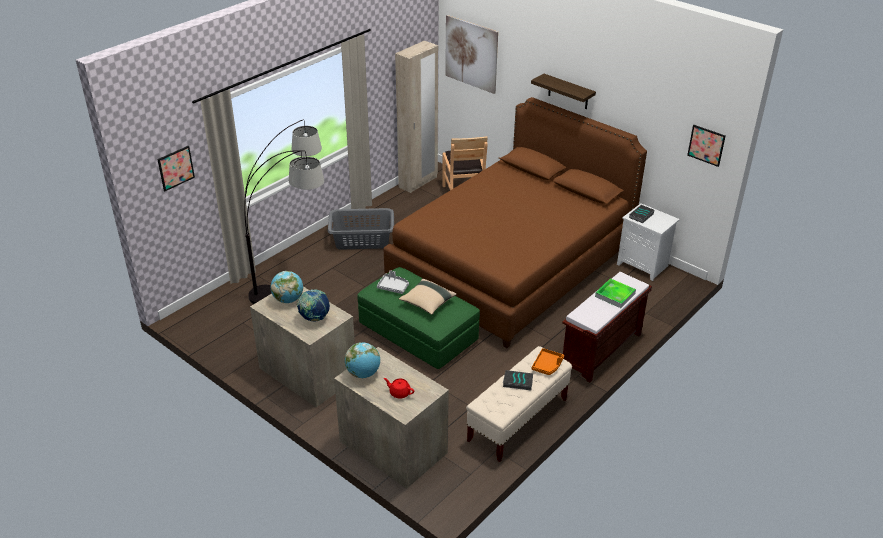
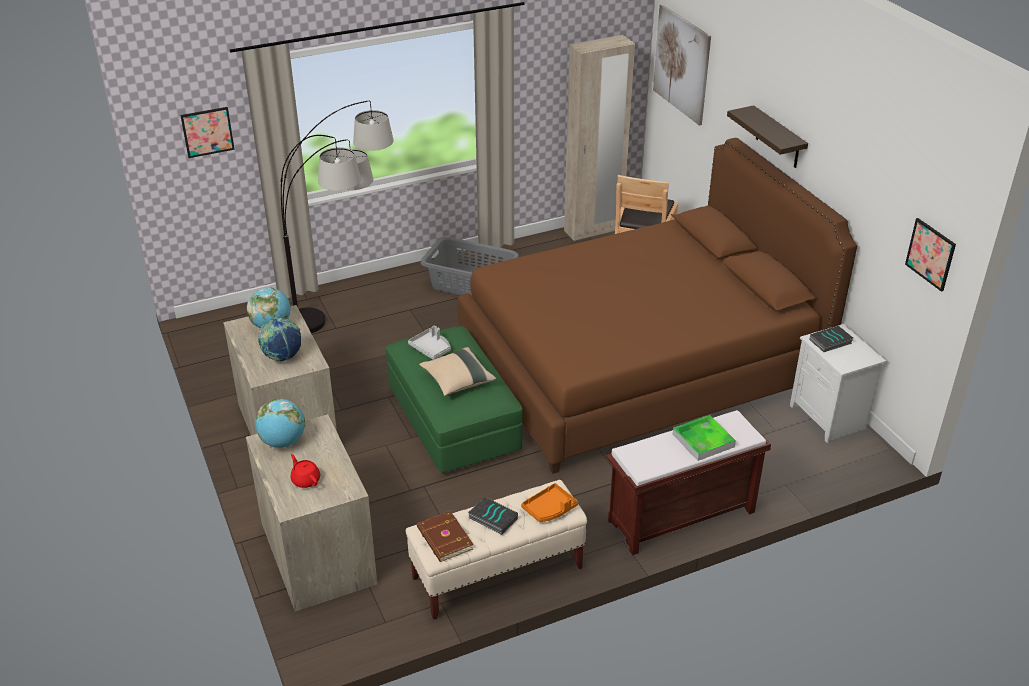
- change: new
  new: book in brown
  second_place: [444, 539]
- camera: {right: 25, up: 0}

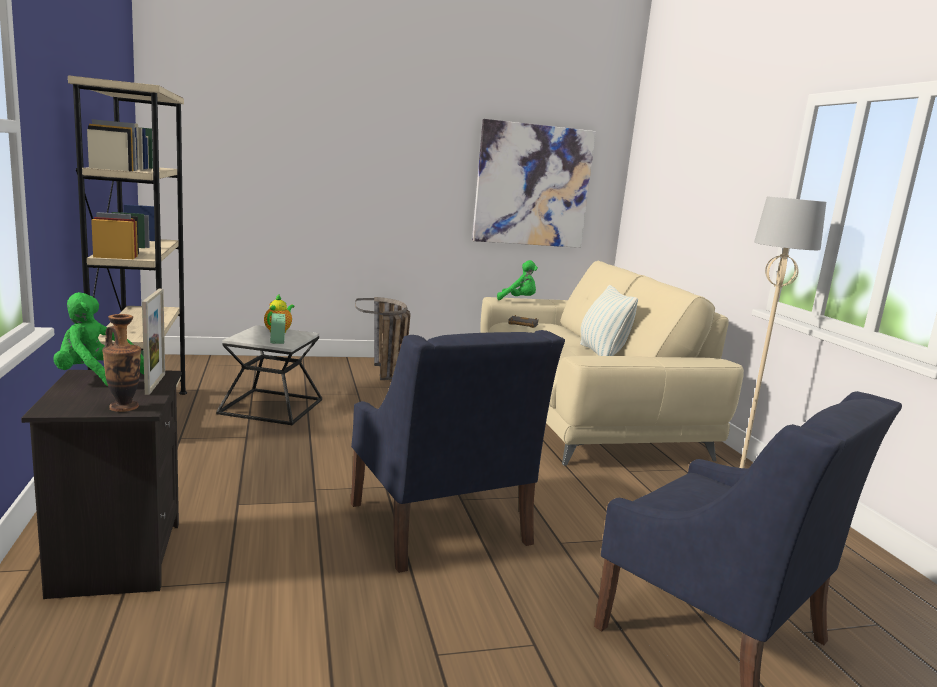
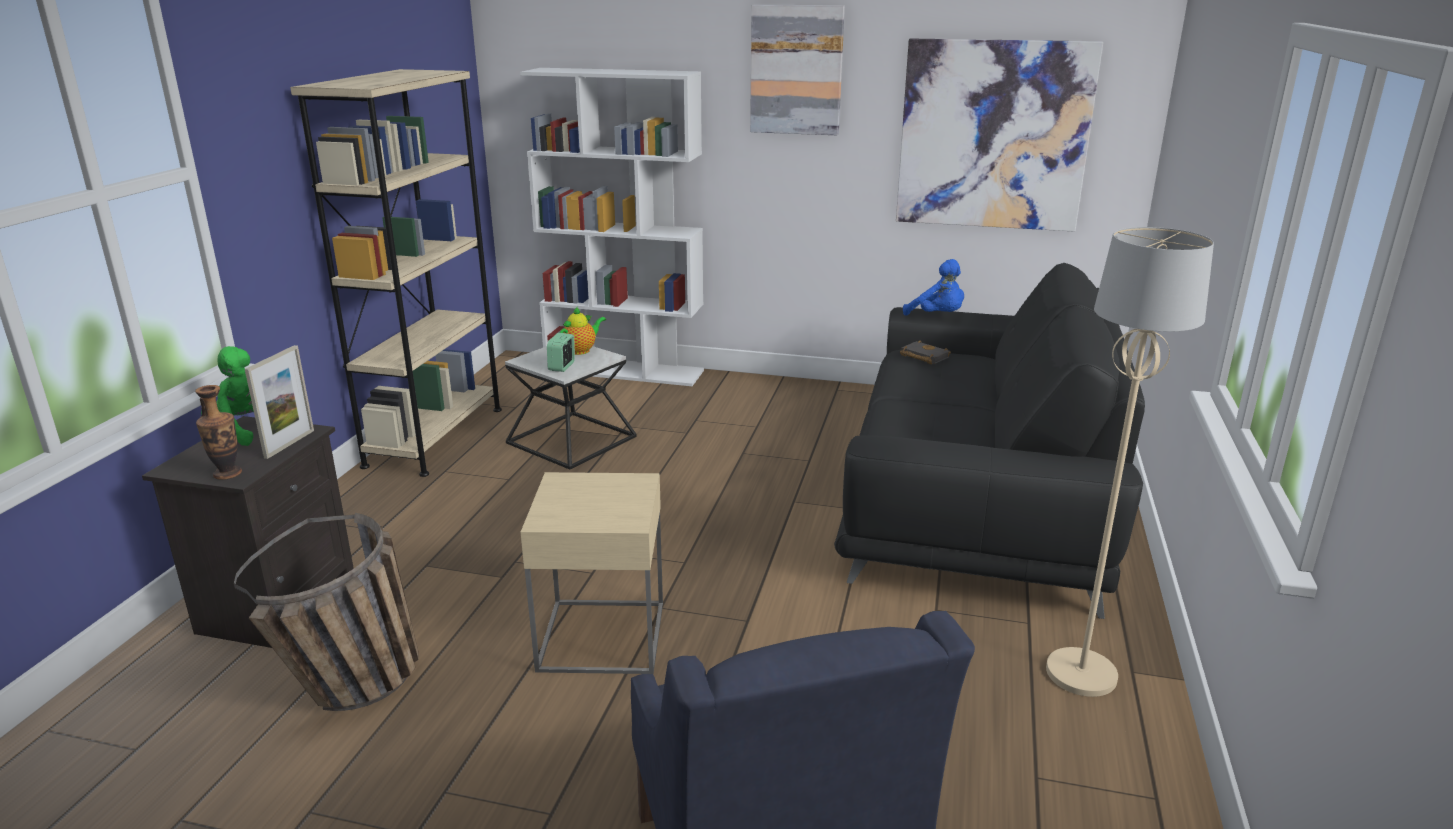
- change: gone
  old: pillow
  first_place: [601, 354]
- change: new
  new: bookcase in white
  second_place: [625, 370]
- change: new
  new: picture
  second_place: [796, 70]
- change: shifted
  old: basket
  first_place: [386, 376]
  second_place: [357, 693]
- change: swapped
  old: armchair in blue
  new: side table in beige
  first_place: [439, 524]
  second_place: [602, 636]
- change: repainted
  old: sofa in beige
  new: sofa in black
  first_place: [581, 410]
  second_place: [975, 496]
- change: repainted
  old: plush toy in green
  new: plush toy in blue
  first_place: [518, 300]
  second_place: [937, 316]
- camera: {right: 30, up: 10}

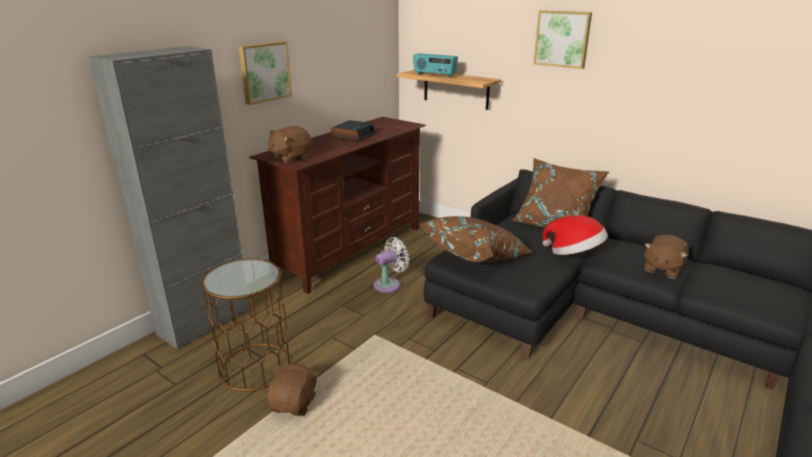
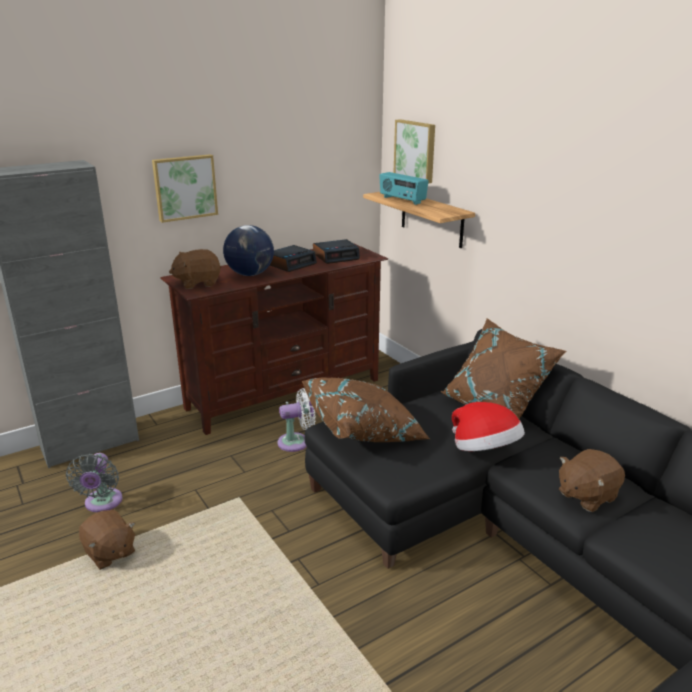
- change: new
  new: globe
  second_place: [250, 274]
- change: new
  new: alarm clock
  second_place: [336, 256]
- change: shifted
  old: picture
  first_place: [562, 39]
  second_place: [416, 150]
- change: swapped
  old: side table in brown
  new: fan in grey
  first_place: [255, 366]
  second_place: [102, 503]
- change: rotated
  old: plush toy in brown
  first_place: [294, 404]
  second_place: [109, 553]
  degrees: 105
- camera: {right: 20, up: 0}

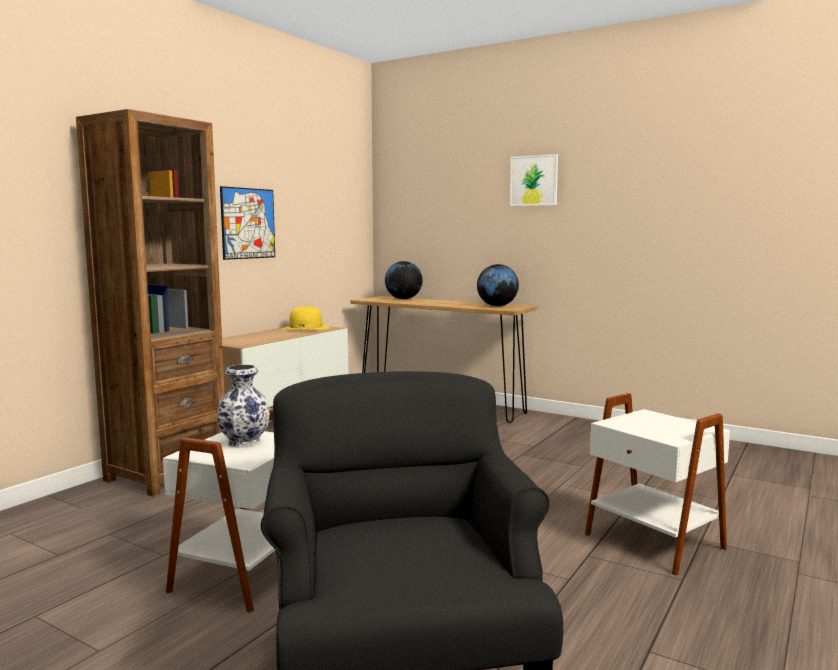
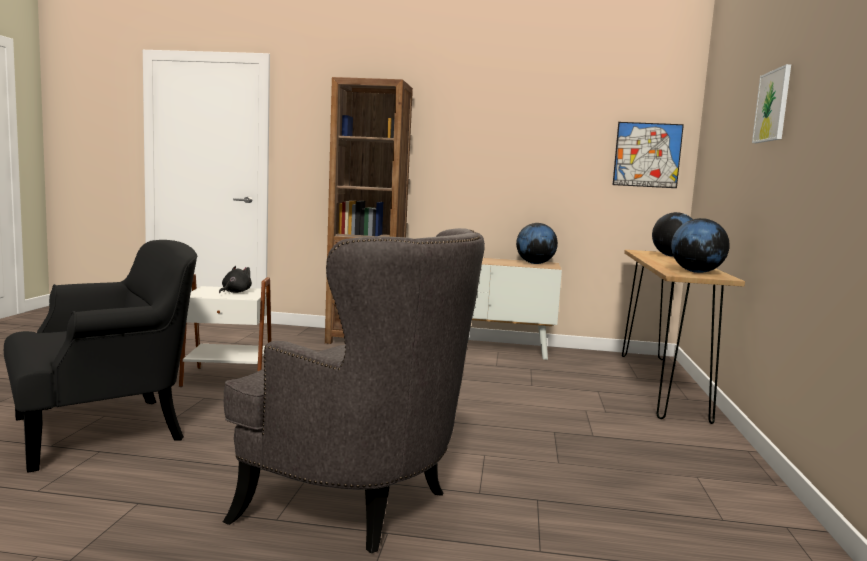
- change: shifted
  old: picture
  first_place: [248, 223]
  second_place: [647, 155]
- change: swapped
  old: vase
  new: plush toy in black
  first_place: [243, 442]
  second_place: [235, 292]
- change: swapped
  old: hat in yellow
  new: globe
  first_place: [306, 328]
  second_place: [535, 263]
- change: swapped
  old: side table in white
  new: armchair in grey
  first_place: [652, 542]
  second_place: [360, 504]
- camera: {right: 65, up: 0}

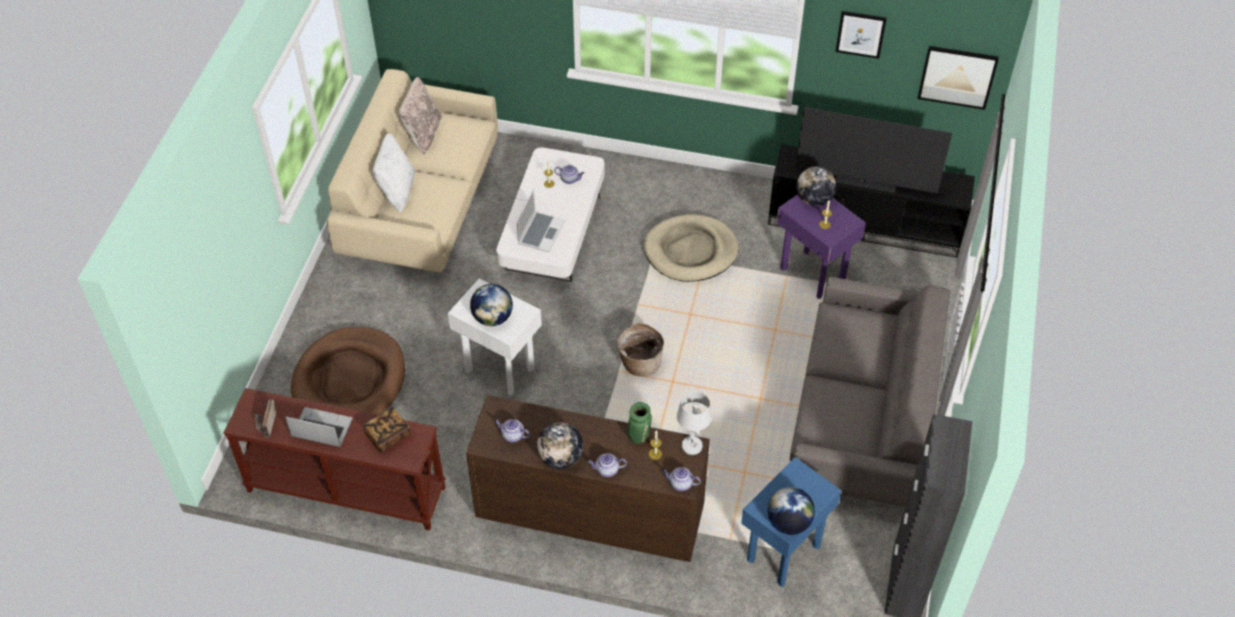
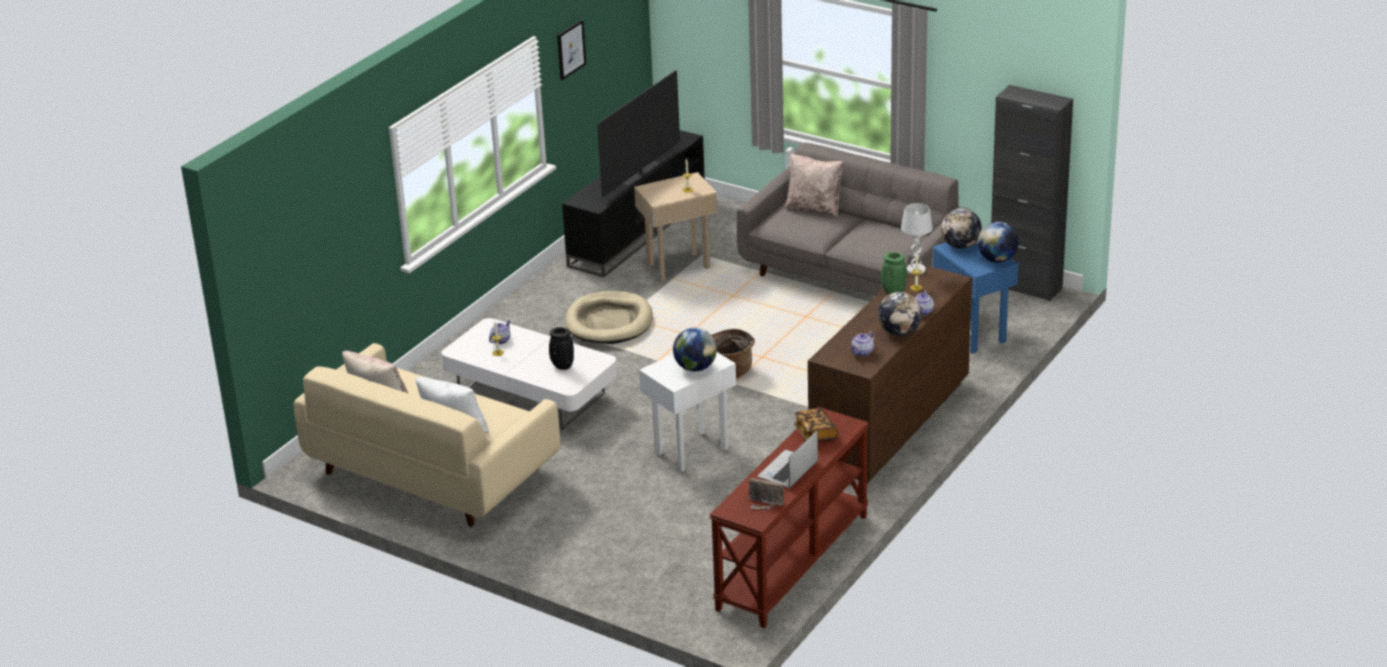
- change: gone
  old: dog bed in brown
  first_place: [350, 380]
- change: gone
  old: teapot
  first_place: [680, 484]
- change: gone
  old: picture
  first_place: [957, 77]
- change: new
  new: pillow in beige
  second_place: [814, 208]
- change: shifted
  old: globe
  first_place: [814, 199]
  second_place: [961, 246]
- change: swapped
  old: laptop
  new: vase in black
  first_place: [541, 232]
  second_place: [561, 366]
- change: repainted
  old: side table in purple
  new: side table in beige
  first_place: [812, 274]
  second_place: [679, 266]
- camera: {right: -70, up: -20}

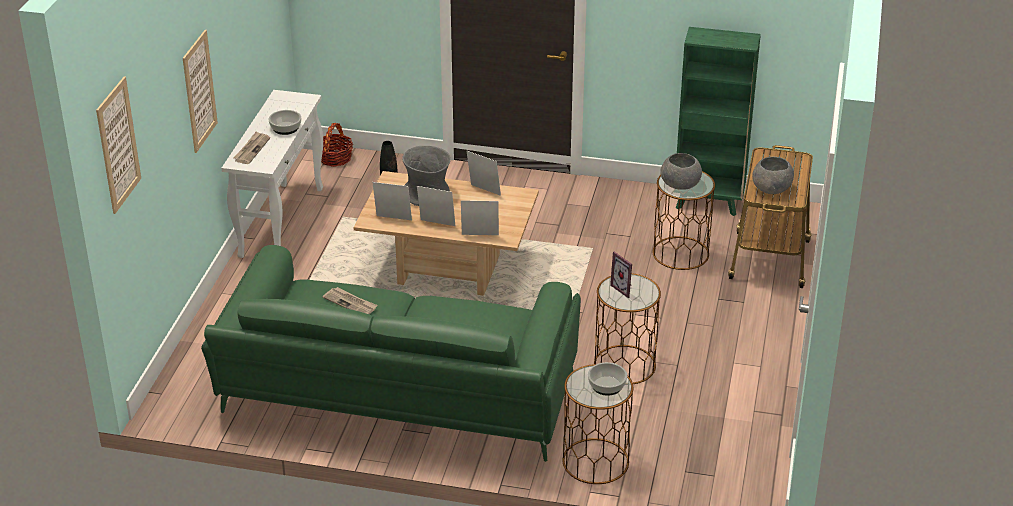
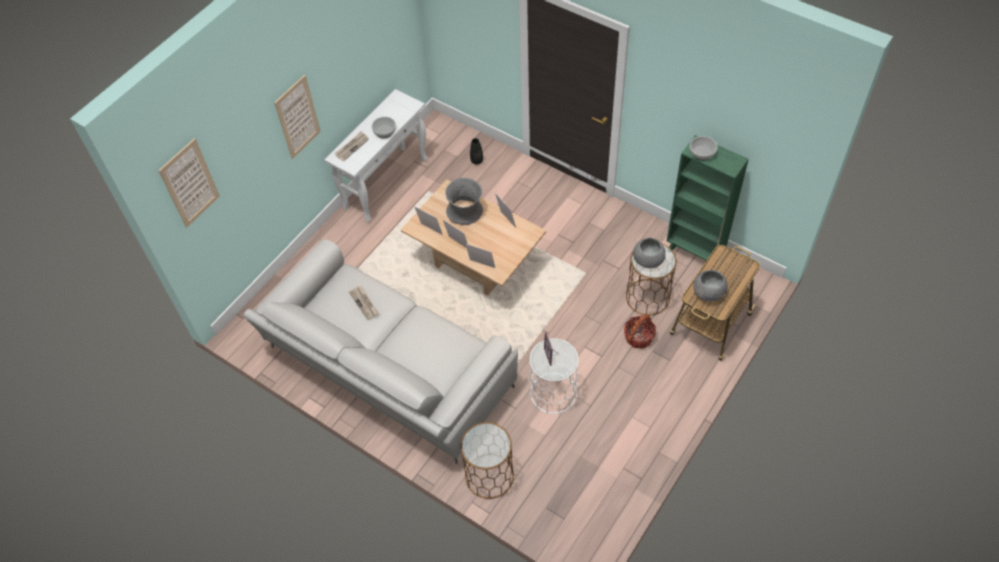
- change: shifted
  old: basket
  first_place: [335, 158]
  second_place: [638, 337]
- change: shifted
  old: bowl
  first_place: [607, 385]
  second_place: [702, 152]
- change: repainted
  old: sofa in green
  new: sofa in grey
  first_place: [396, 395]
  second_place: [387, 370]
- change: repainted
  old: side table in brown
  new: side table in white
  first_place: [625, 365]
  second_place: [553, 393]
- camera: {right: 25, up: 20}

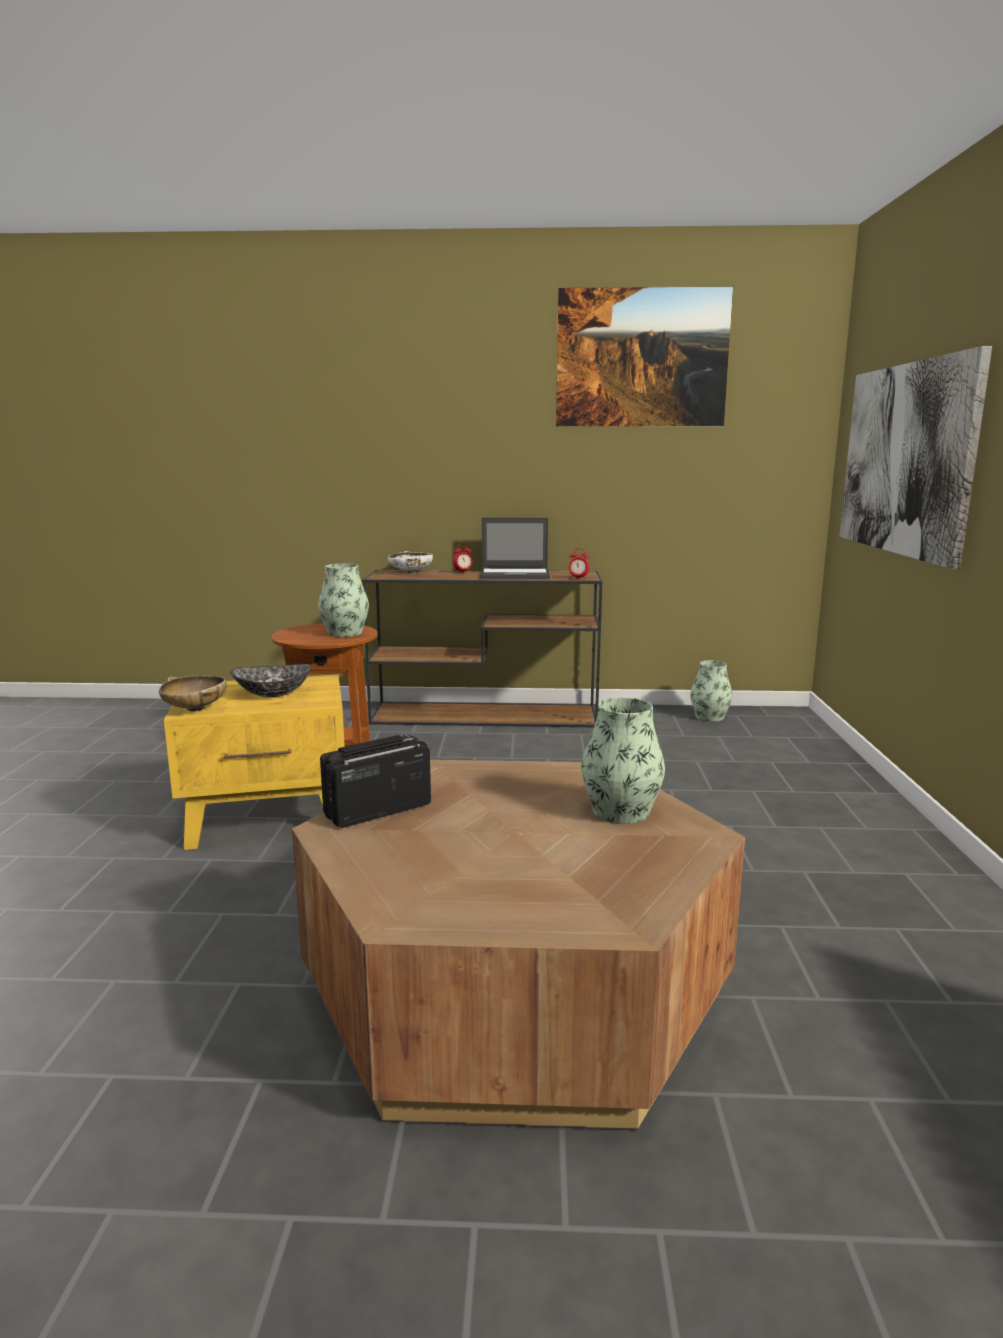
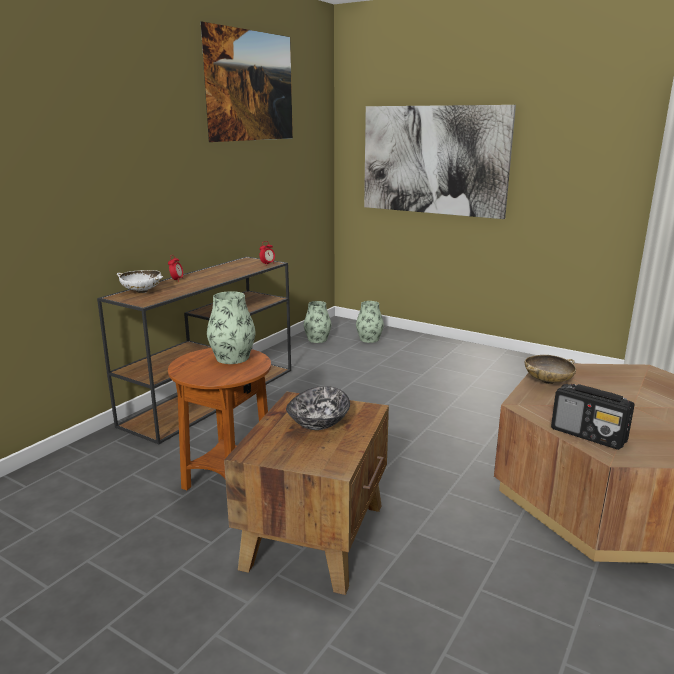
- change: gone
  old: laptop
  first_place: [516, 575]
- change: shifted
  old: bowl in beige
  first_place: [195, 709]
  second_place: [548, 381]
- change: shifted
  old: vase
  first_place: [621, 811]
  second_place: [369, 339]
- change: repainted
  old: side table in yellow
  new: side table in brown
  first_place: [270, 817]
  second_place: [316, 534]
- change: rotated
  old: radio
  first_place: [376, 810]
  second_place: [589, 435]
  degrees: -45
- camera: {right: -60, up: 5}

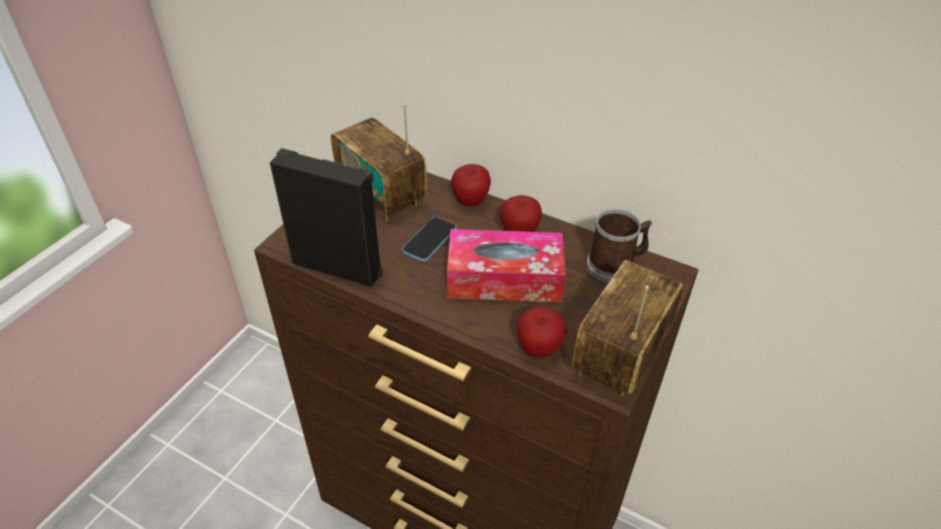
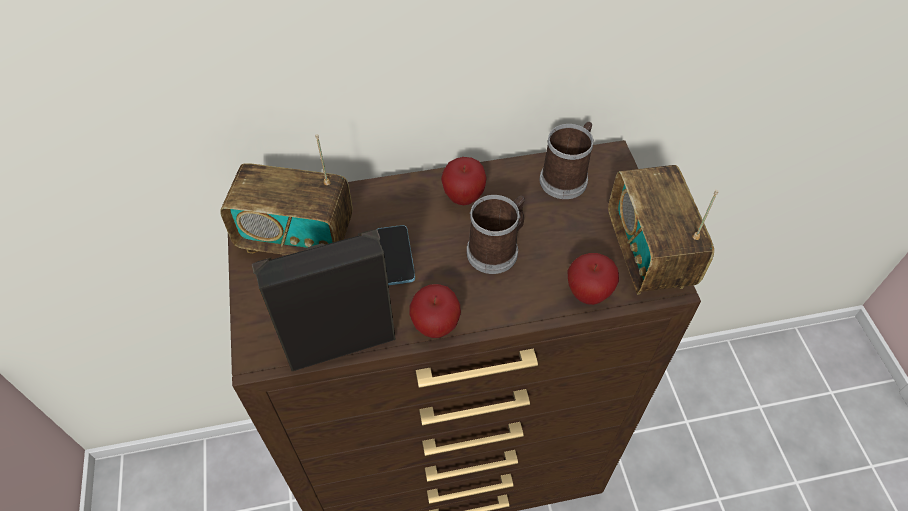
- change: shifted
  old: apple
  first_place: [470, 201]
  second_place: [435, 326]
- change: swapped
  old: tissue box
  new: mug
  first_place: [504, 278]
  second_place: [497, 249]
- camera: {right: -40, up: 10}

